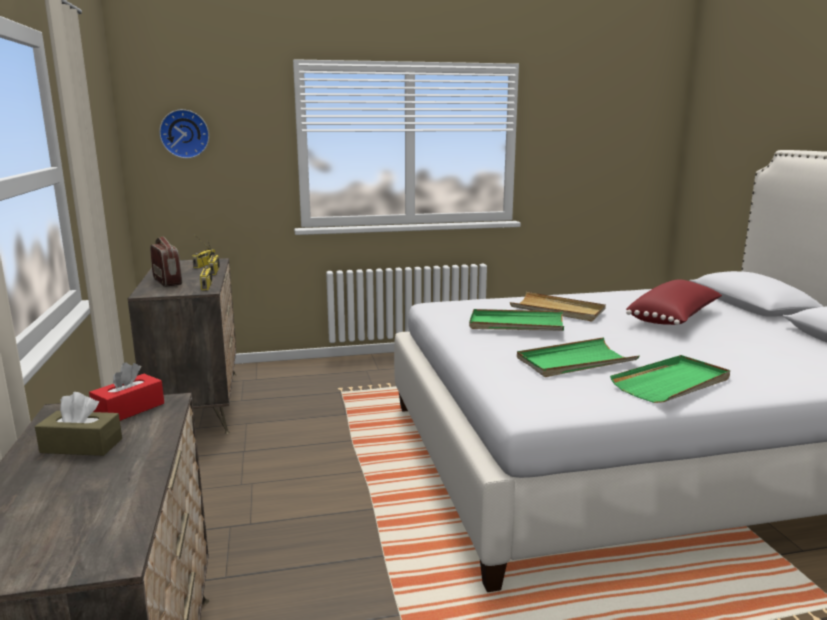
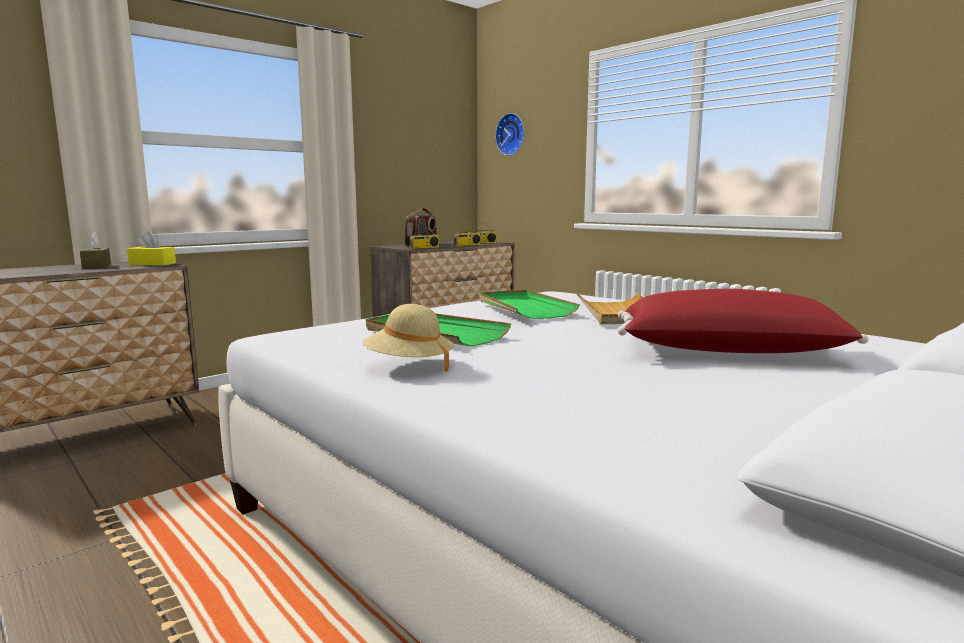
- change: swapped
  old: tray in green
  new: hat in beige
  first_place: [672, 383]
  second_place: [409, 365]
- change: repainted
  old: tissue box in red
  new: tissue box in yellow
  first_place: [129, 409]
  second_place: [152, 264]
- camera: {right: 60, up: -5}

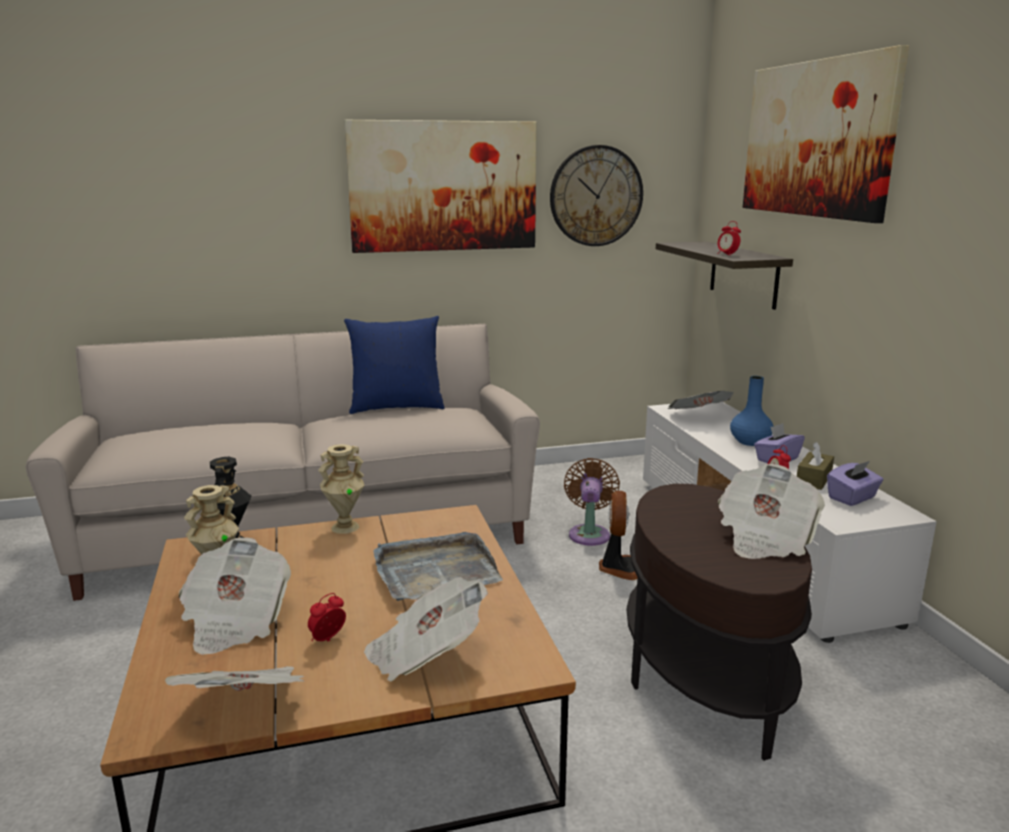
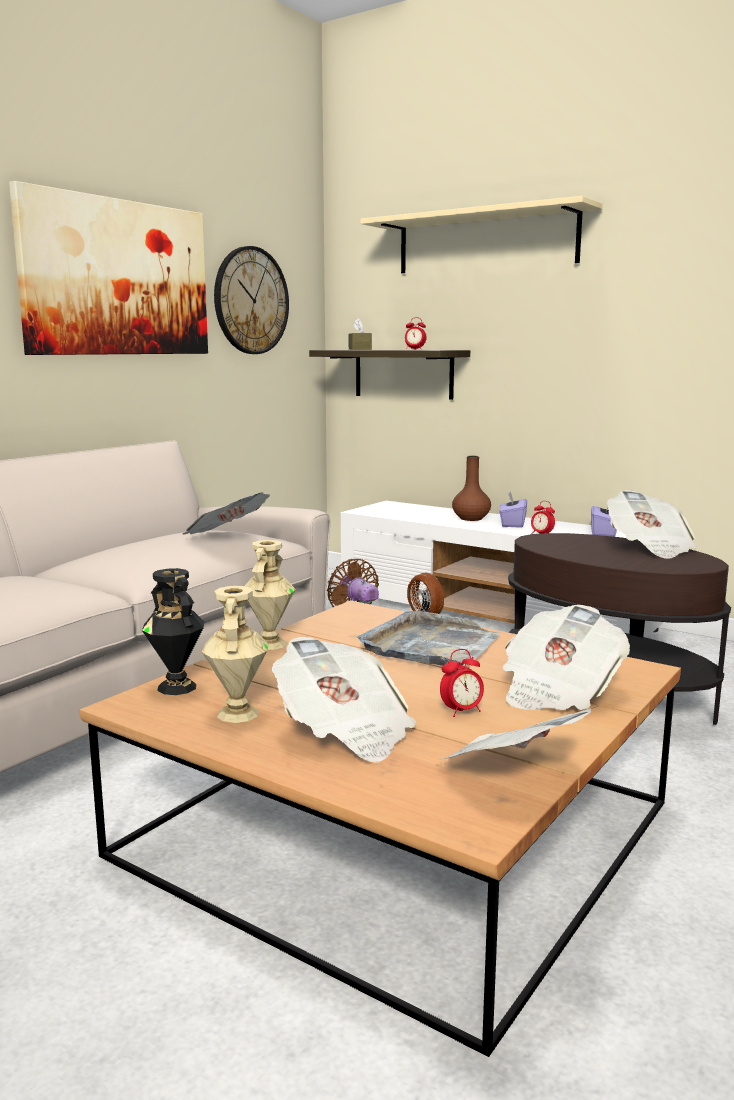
- change: gone
  old: pillow in blue
  first_place: [396, 407]
- change: shifted
  old: newspaper
  first_place: [698, 417]
  second_place: [226, 538]
- change: shifted
  old: tissue box in brown
  first_place: [813, 479]
  second_place: [359, 349]
- change: swapped
  old: picture
  new: shelf in beige
  first_place: [816, 139]
  second_place: [485, 241]
- change: repainted
  old: vase in blue
  new: vase in brown
  first_place: [750, 442]
  second_place: [471, 518]
- change: rotated
  old: alarm clock
  first_place: [327, 640]
  second_place: [461, 711]
  degrees: -120
- camera: {right: -40, up: -5}

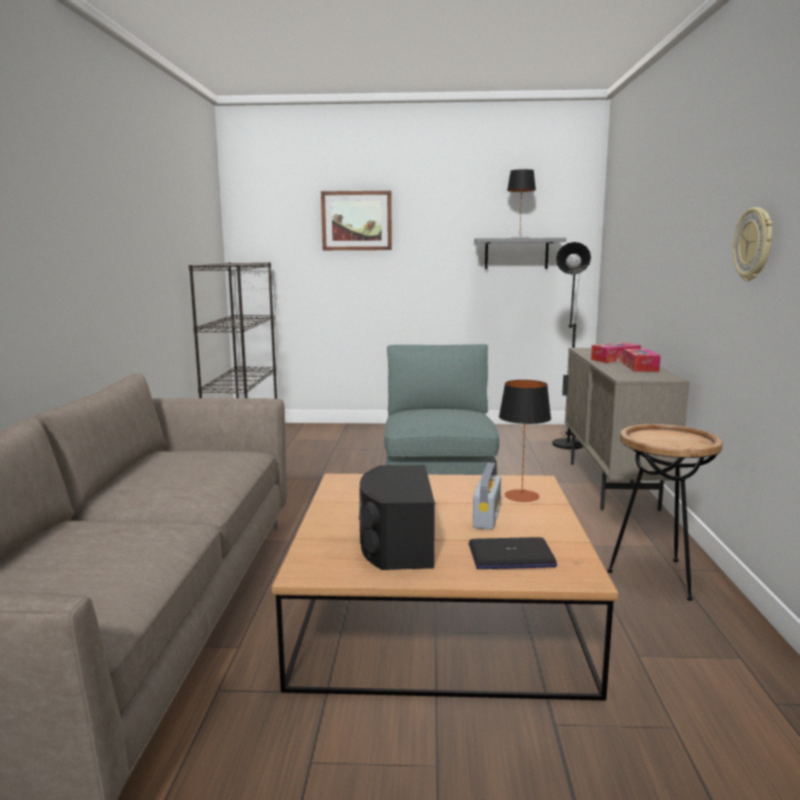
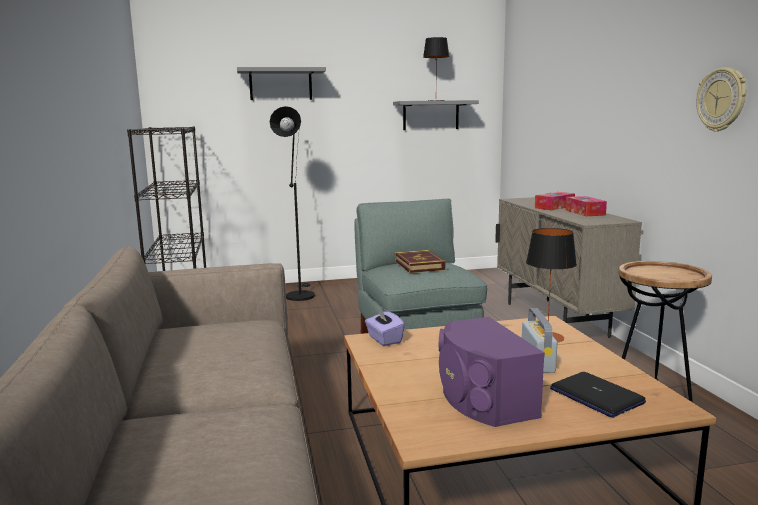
- change: new
  new: tissue box in purple
  second_place: [384, 339]
- change: new
  new: book
  second_place: [419, 265]
- change: shifted
  old: floor lamp in black
  first_place: [567, 442]
  second_place: [300, 294]
- change: swapped
  old: picture
  new: shelf in grey
  first_place: [356, 221]
  second_place: [280, 84]
- change: repainted
  old: speaker in black
  new: speaker in purple
  first_place: [395, 544]
  second_place: [482, 399]
- change: rotated
  old: laptop
  first_place: [511, 556]
  second_place: [596, 396]
  degrees: 75
- camera: {right: -15, up: 0}

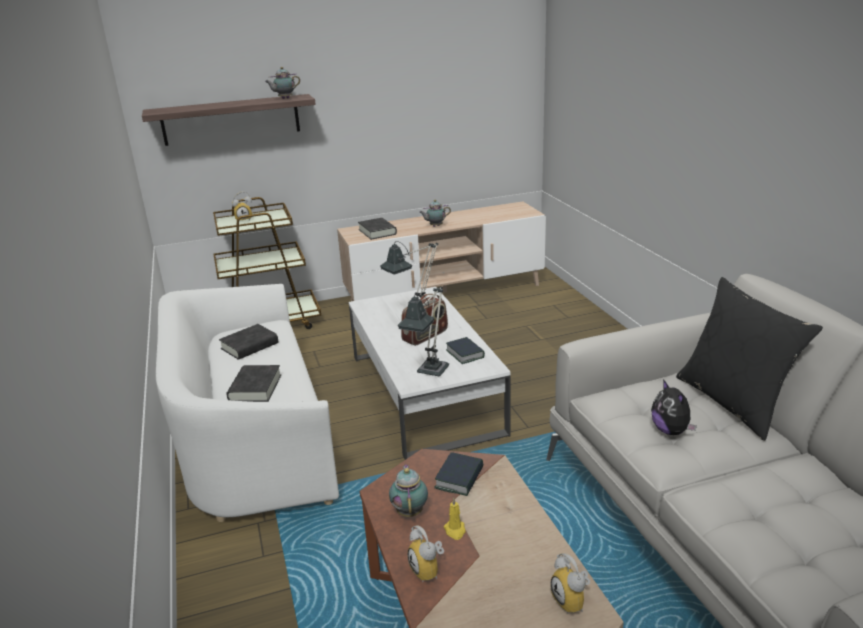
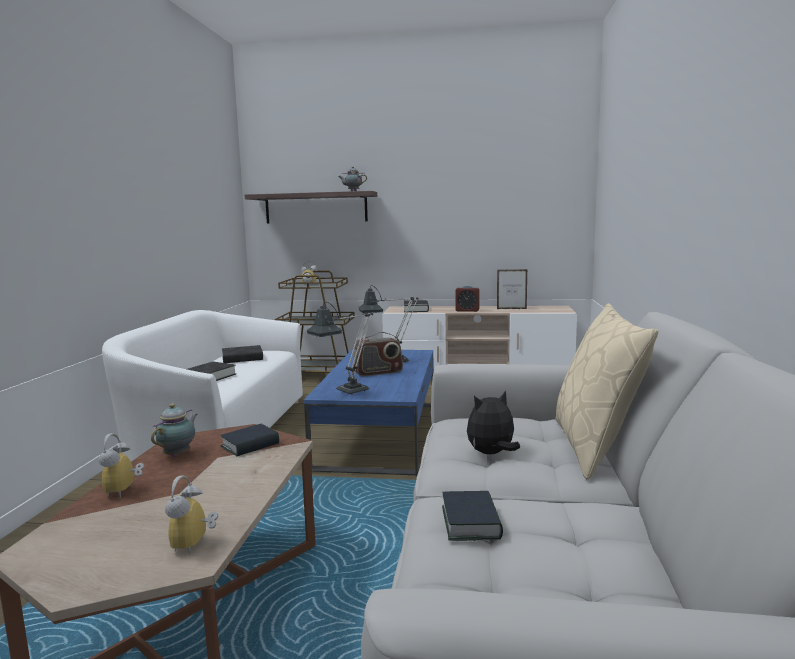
- change: gone
  old: candle in yellow
  first_place: [455, 531]
- change: new
  new: picture frame
  second_place: [511, 309]
- change: shifted
  old: book
  first_place: [465, 354]
  second_place: [471, 522]
- change: swapped
  old: teapot
  new: alarm clock
  first_place: [435, 226]
  second_place: [467, 310]
- change: repainted
  old: coffee table in white
  new: coffee table in blue
  first_place: [424, 392]
  second_place: [380, 433]
- change: repainted
  old: pillow in black
  new: pillow in beige
  first_place: [734, 402]
  second_place: [596, 447]
- change: rotated
  old: plush toy
  first_place: [671, 431]
  second_place: [492, 454]
  degrees: 60
- camera: {right: 25, up: -15}

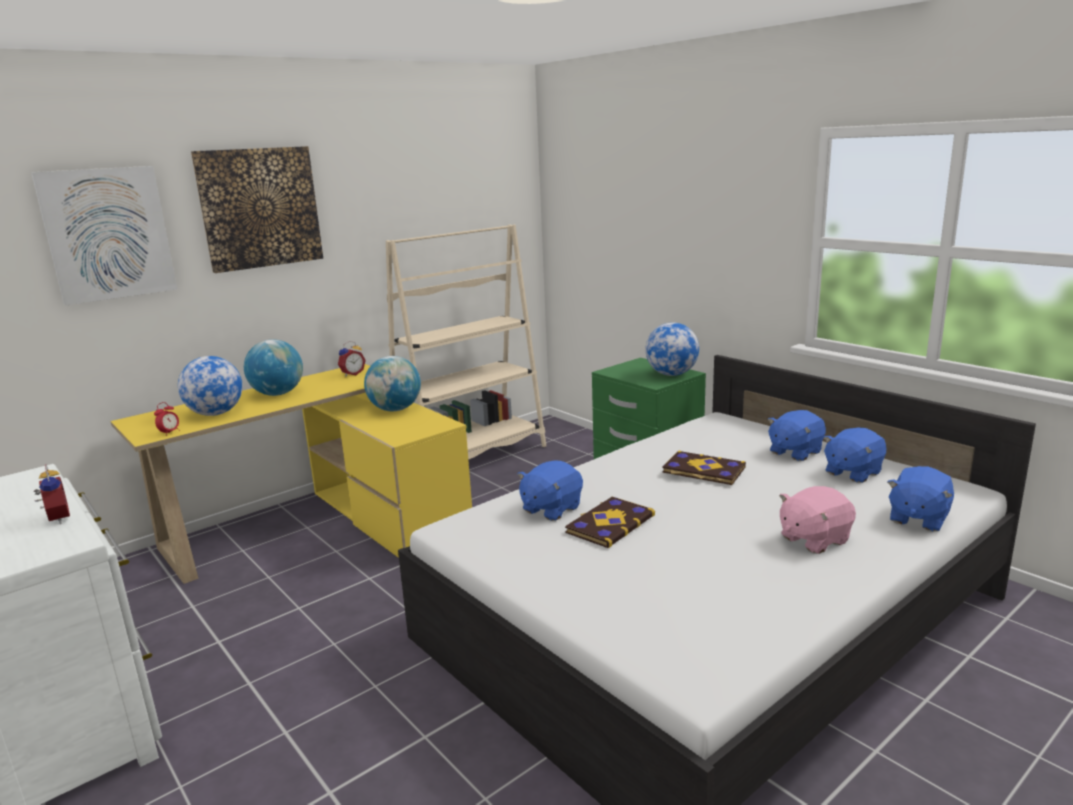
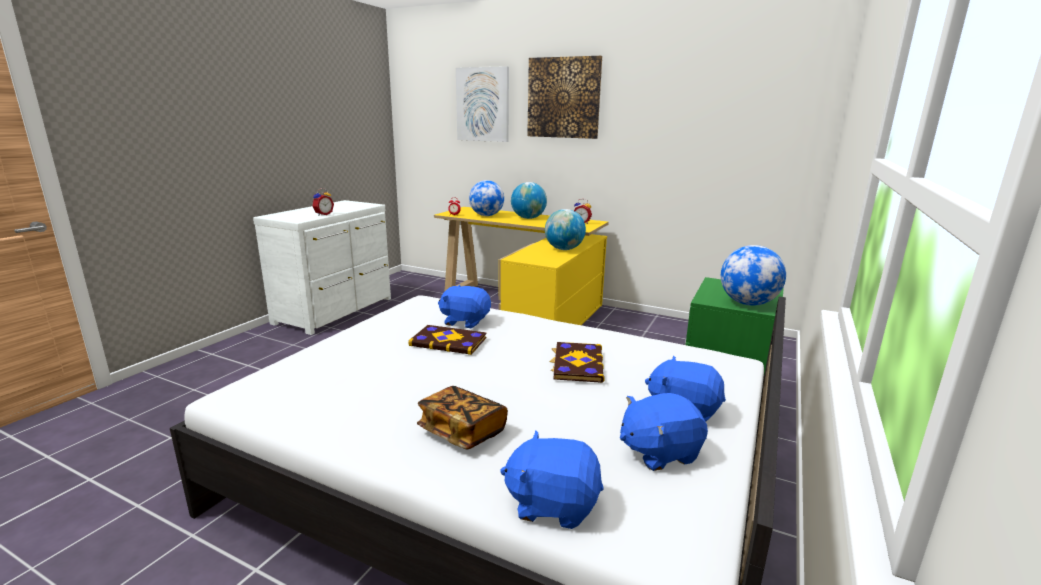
- change: gone
  old: bookcase in beige
  first_place: [472, 456]
- change: swapped
  old: plush toy in pink
  new: book
  first_place: [813, 539]
  second_place: [462, 431]
- change: rotated
  old: plush toy in blue
  first_place: [852, 472]
  second_place: [658, 452]
  degrees: -45
- camera: {right: 65, up: 0}

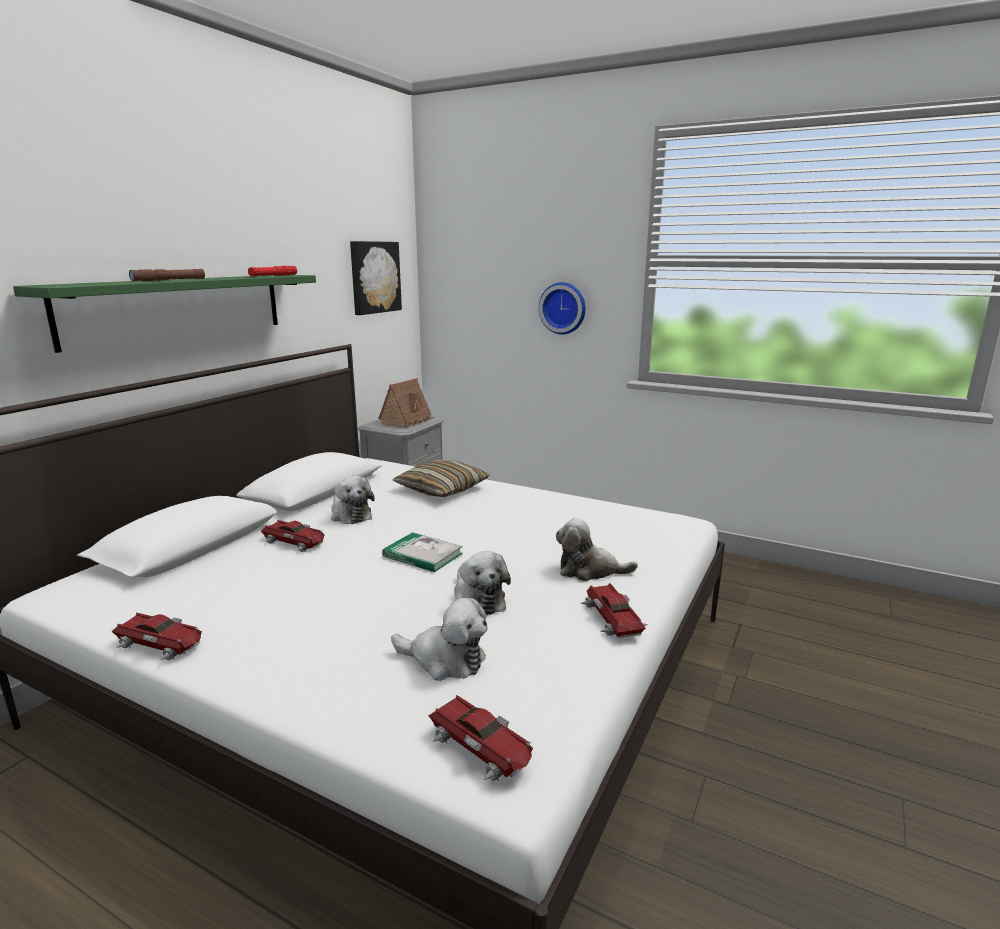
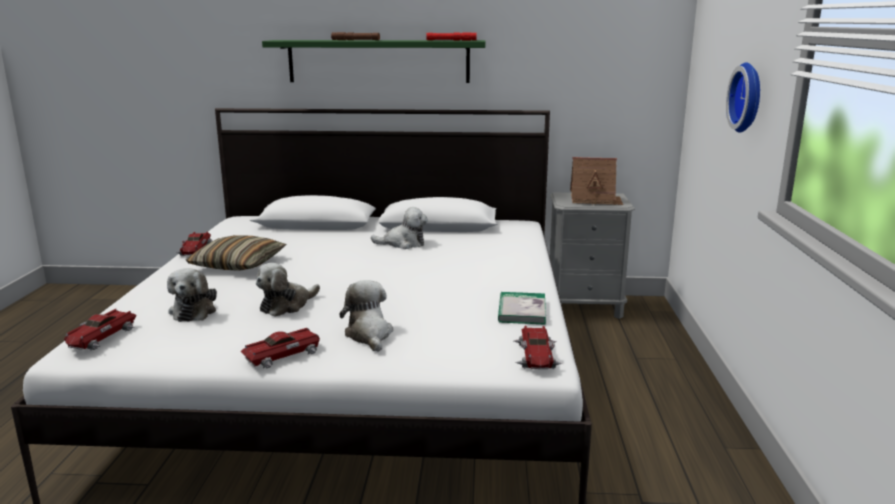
- change: gone
  old: picture
  first_place: [374, 277]
- change: shifted
  old: toy car
  first_place: [295, 541]
  second_place: [537, 355]
- change: shifted
  old: book
  first_place: [422, 555]
  second_place: [522, 311]
- change: shifted
  old: pillow
  first_place: [442, 489]
  second_place: [238, 264]
- change: rotated
  old: plush toy
  first_place: [350, 515]
  second_place: [403, 244]
  degrees: -120
- camera: {right: 65, up: 0}

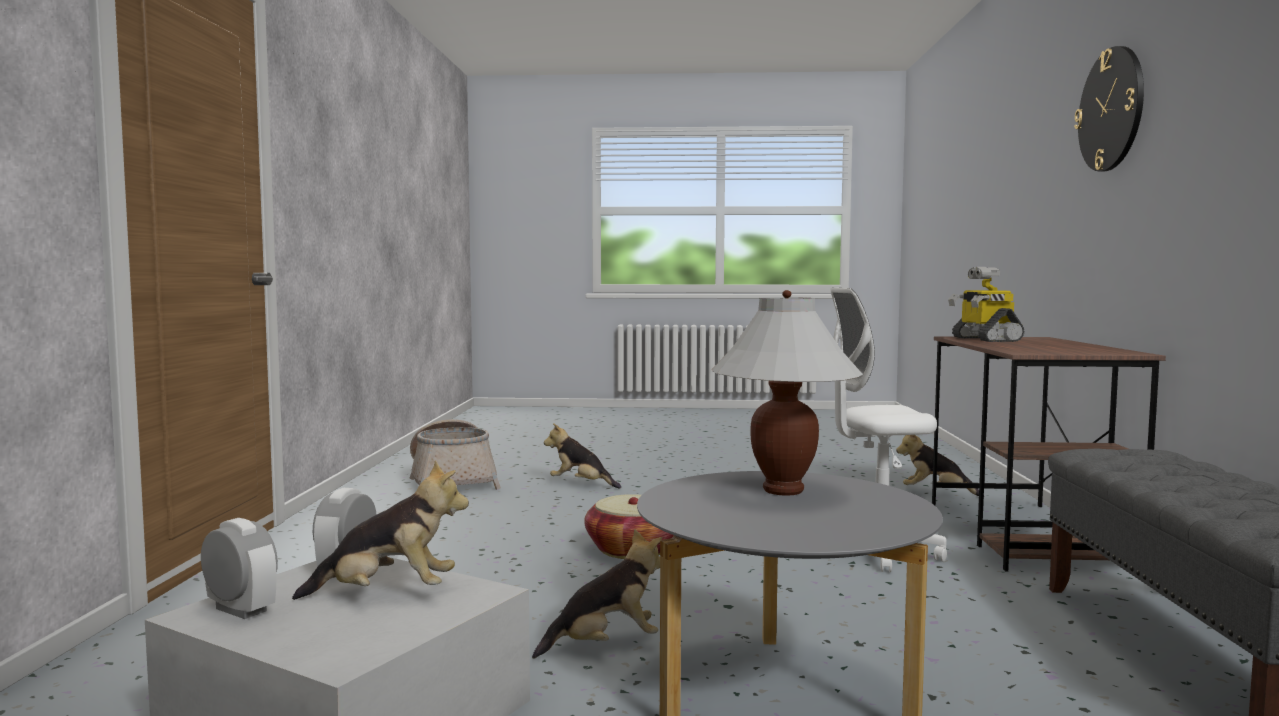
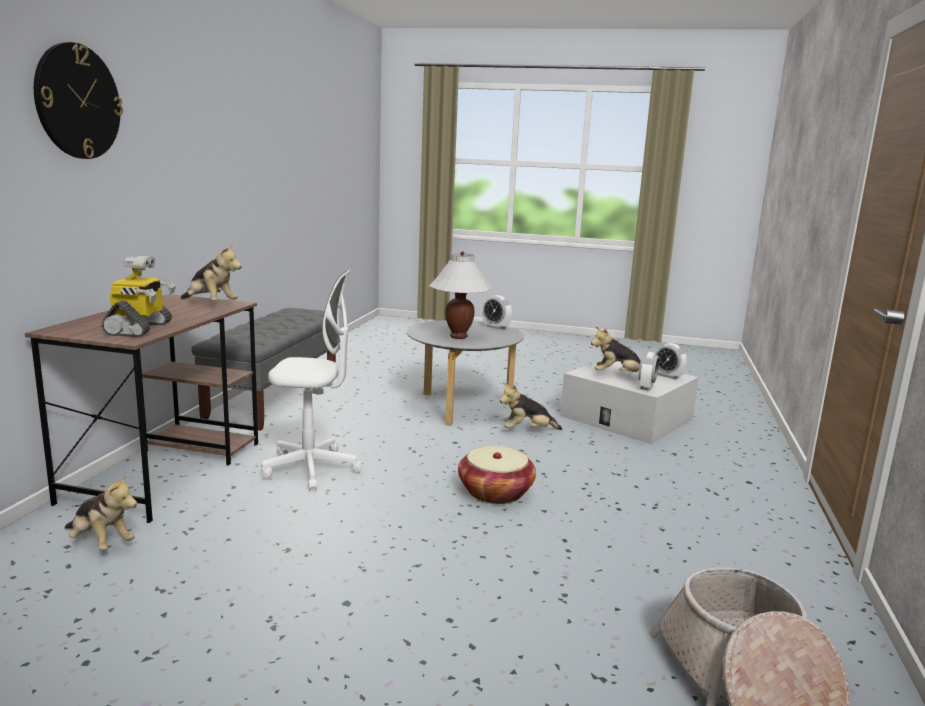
- change: new
  new: alarm clock
  second_place: [496, 327]
- change: shifted
  old: plush toy
  first_place: [581, 484]
  second_place: [210, 304]
- camera: {right: -170, up: 10}

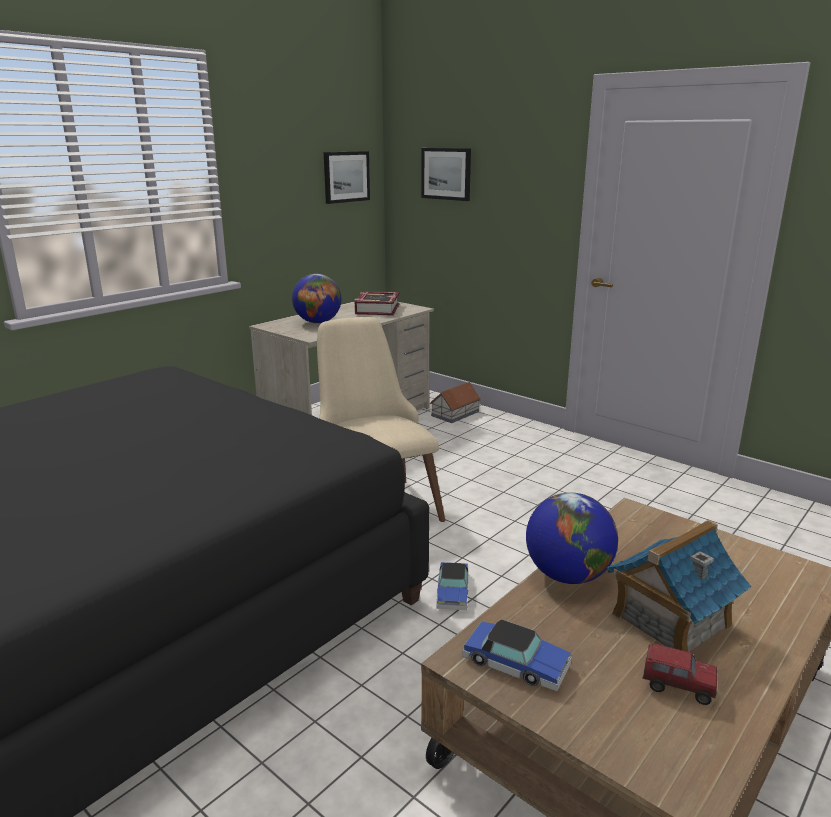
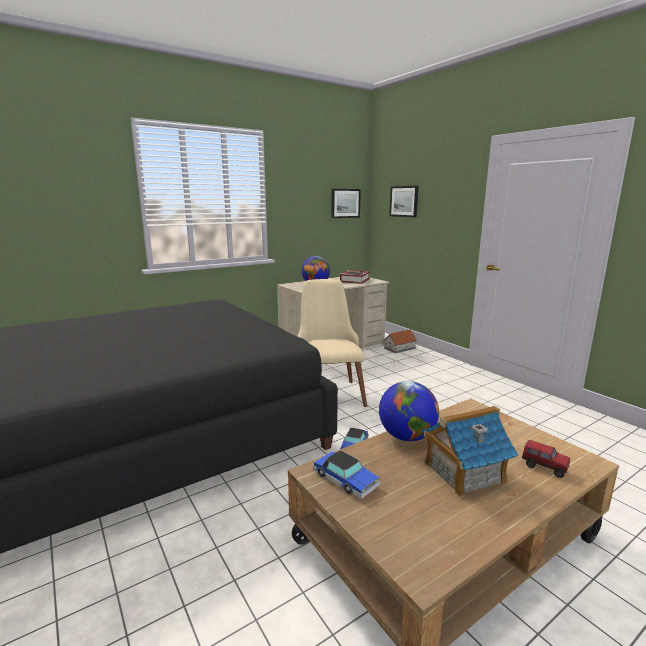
- change: shifted
  old: toy truck
  first_place: [677, 687]
  second_place: [544, 467]
- camera: {right: 15, up: -5}

